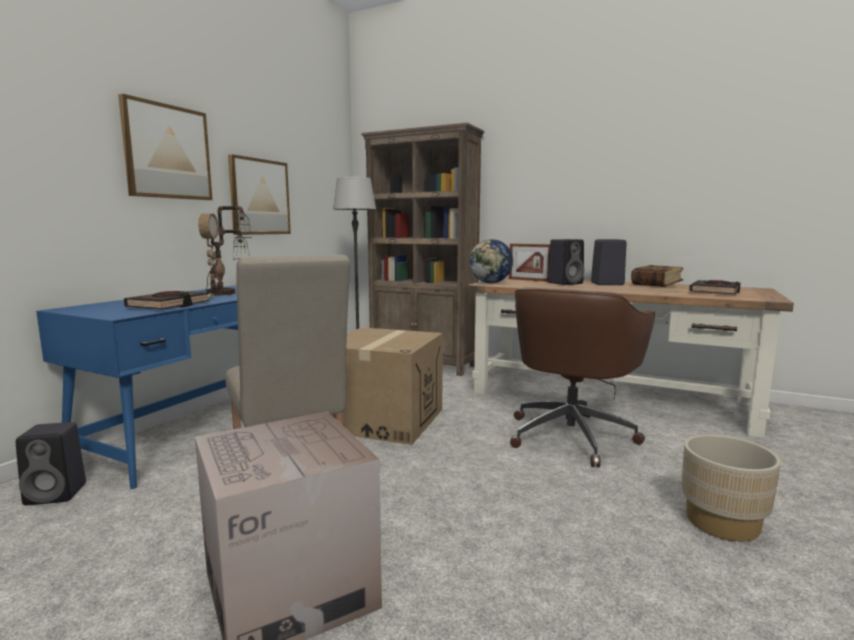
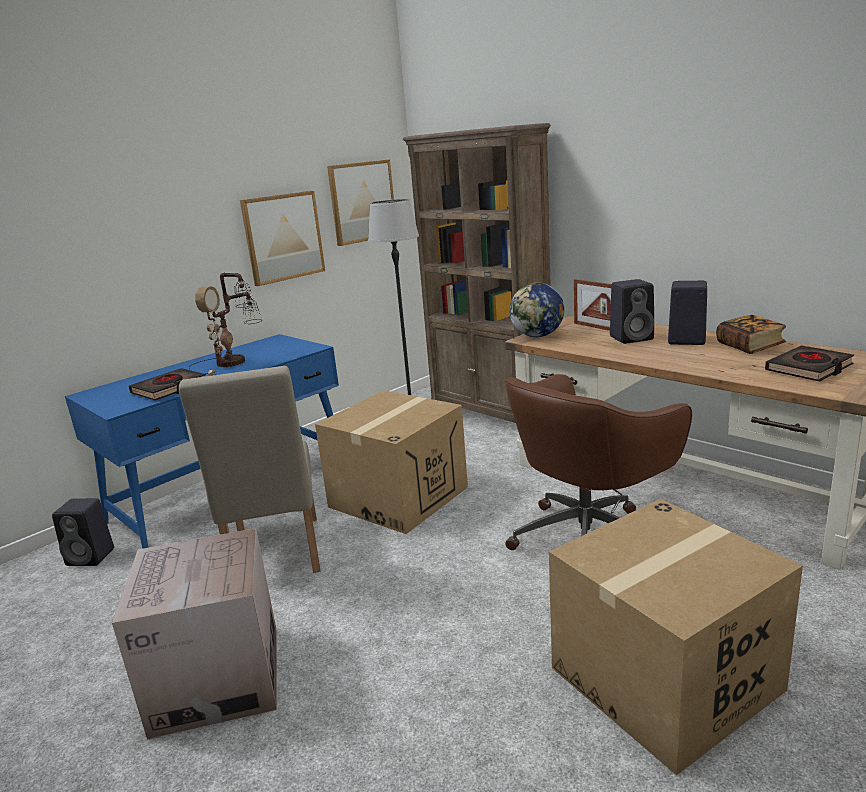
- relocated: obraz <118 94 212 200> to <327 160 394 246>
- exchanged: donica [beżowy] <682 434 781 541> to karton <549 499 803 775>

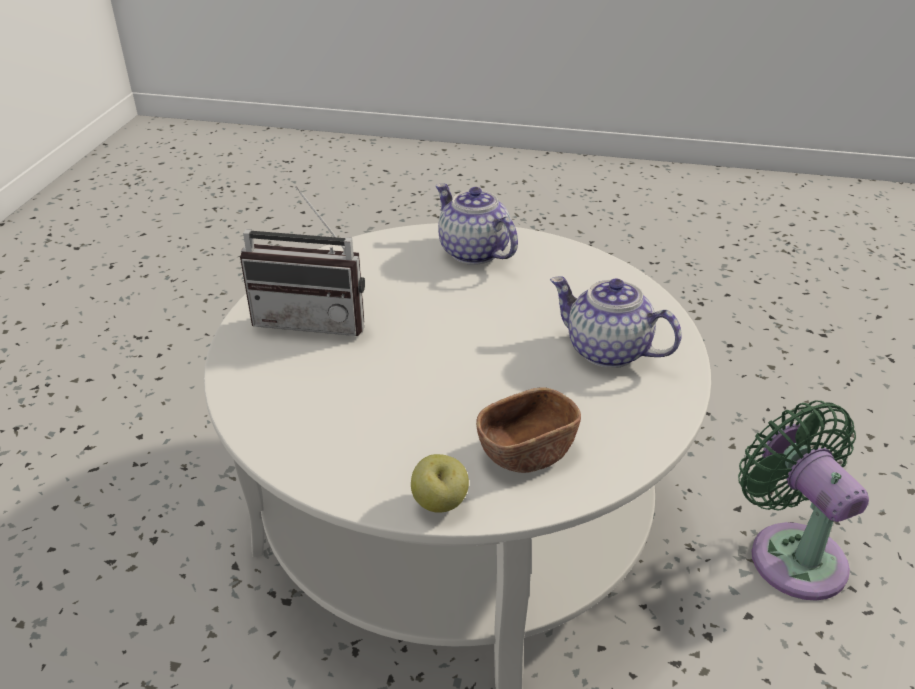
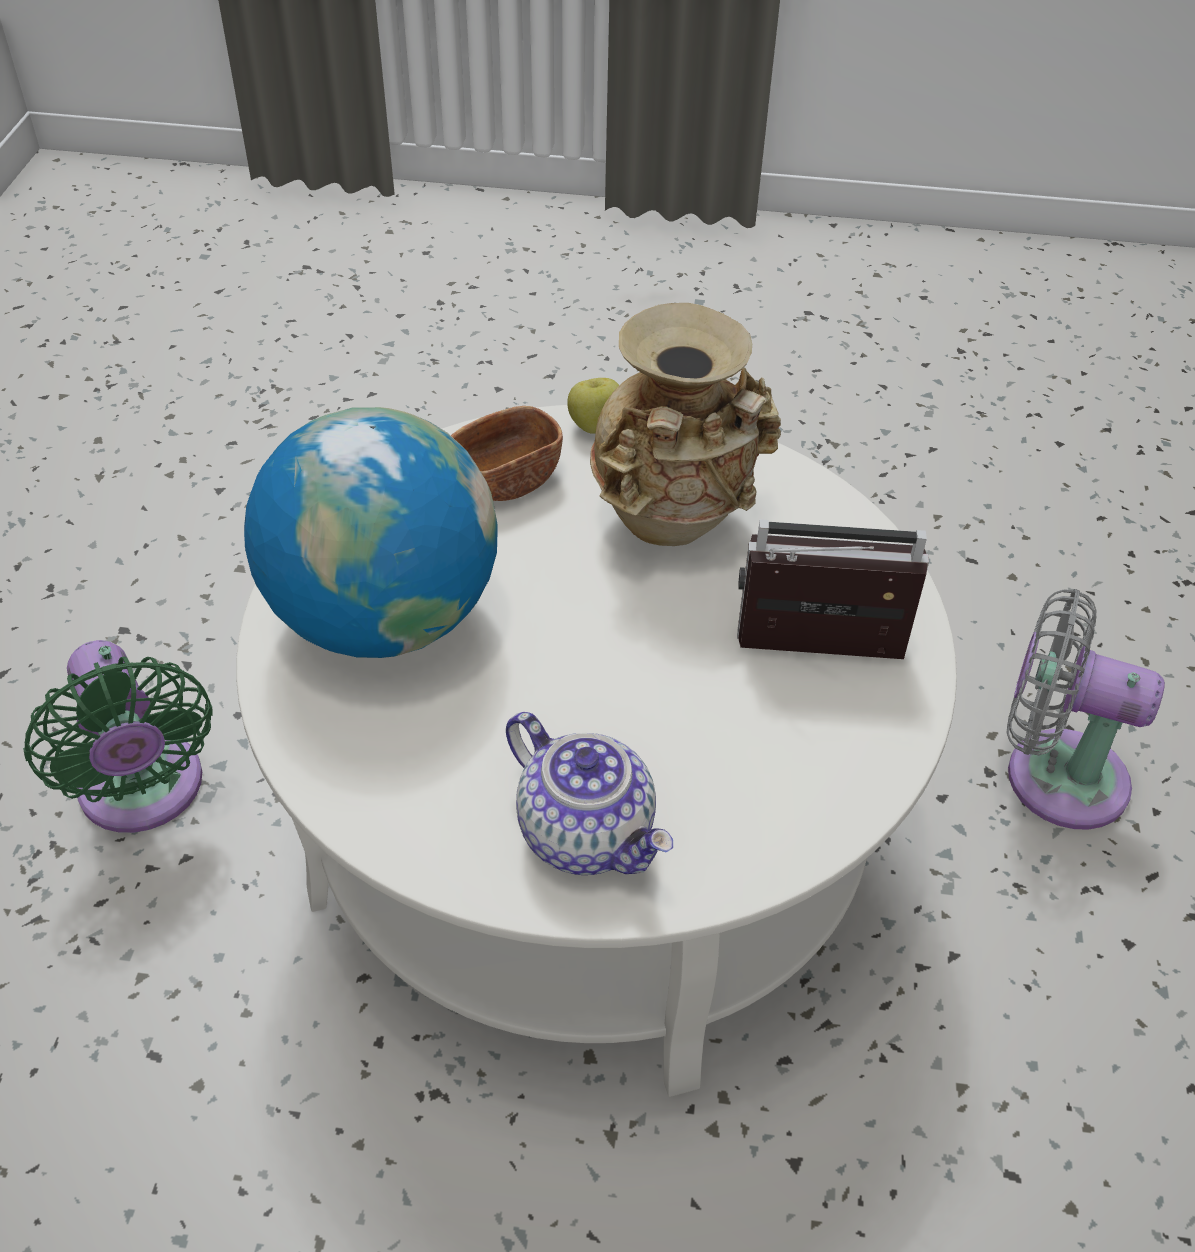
- exchanged: imbryk <550 276 682 368> to globus <244 407 498 658>
- appeared: wazon [beżowy] <590 303 781 546>
- appeared: wentylator [szary] <1007 589 1165 830>

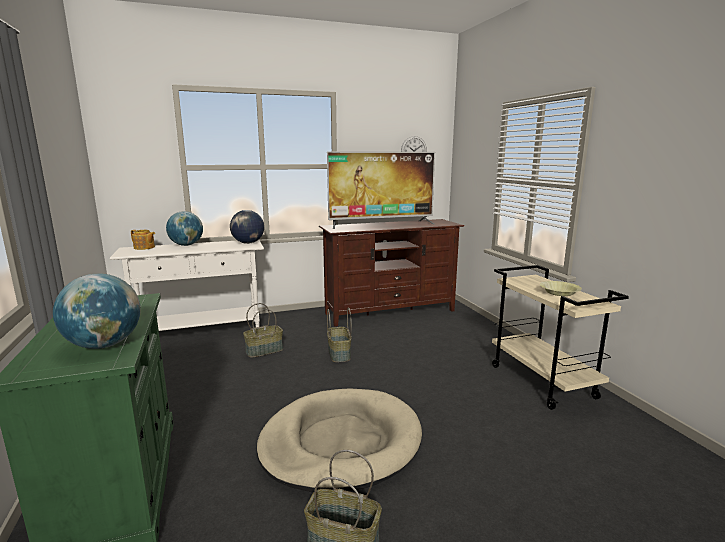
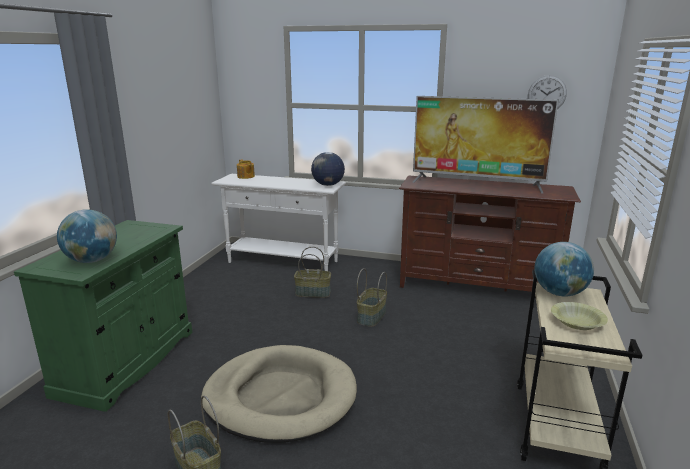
- relocated: globus <166 211 203 246> to <534 242 594 297>

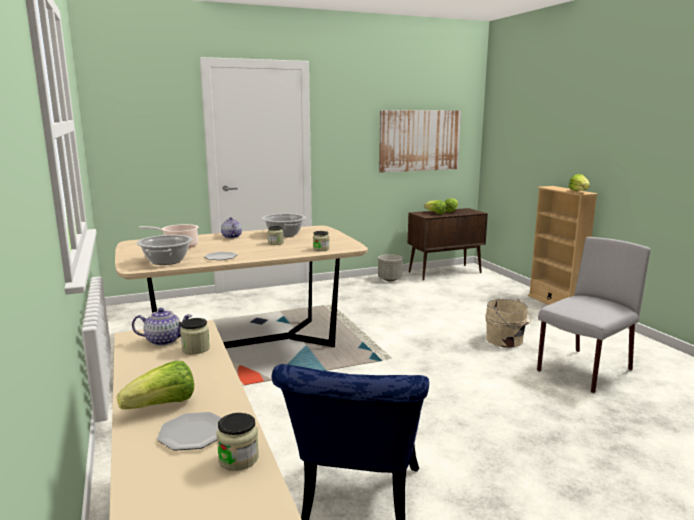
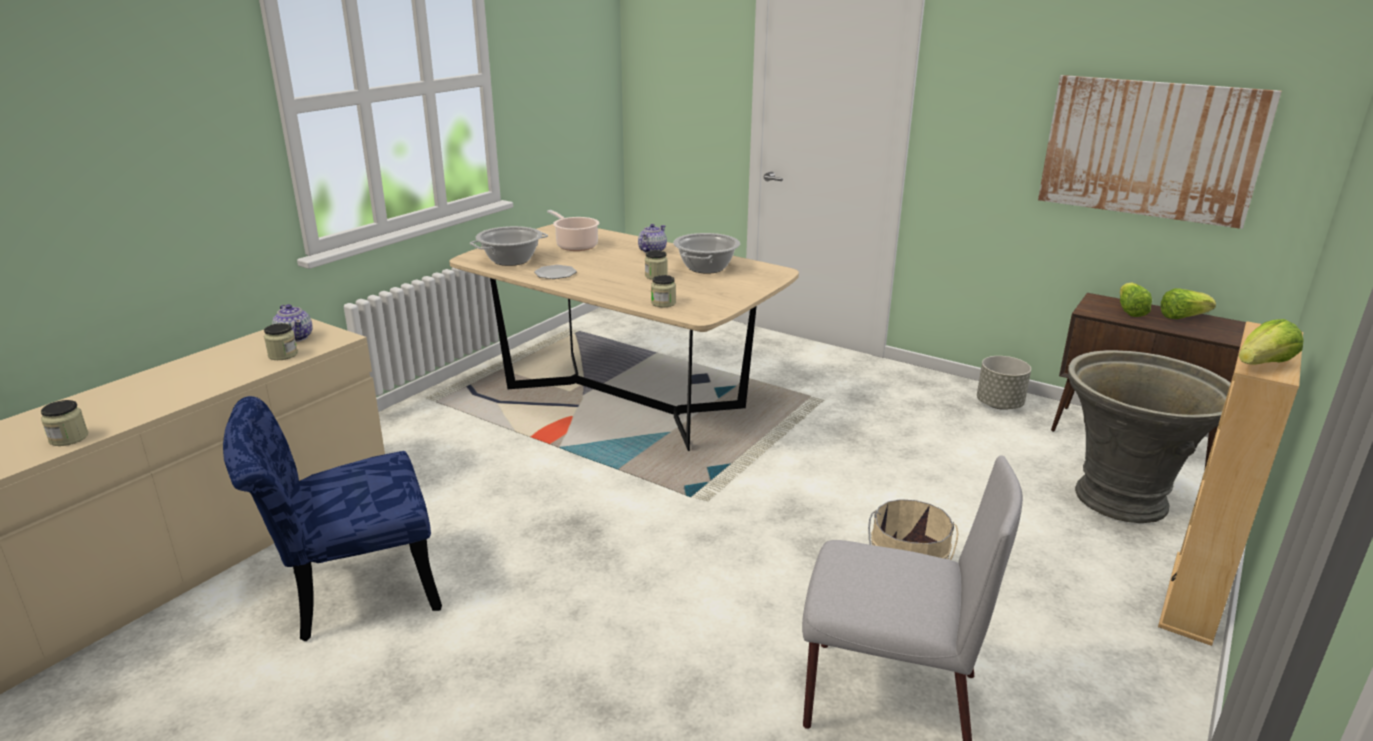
- missing: sałata <117 361 194 409>
- missing: talerz <157 412 221 451>
- appeared: donica [szary] <1068 350 1231 523>

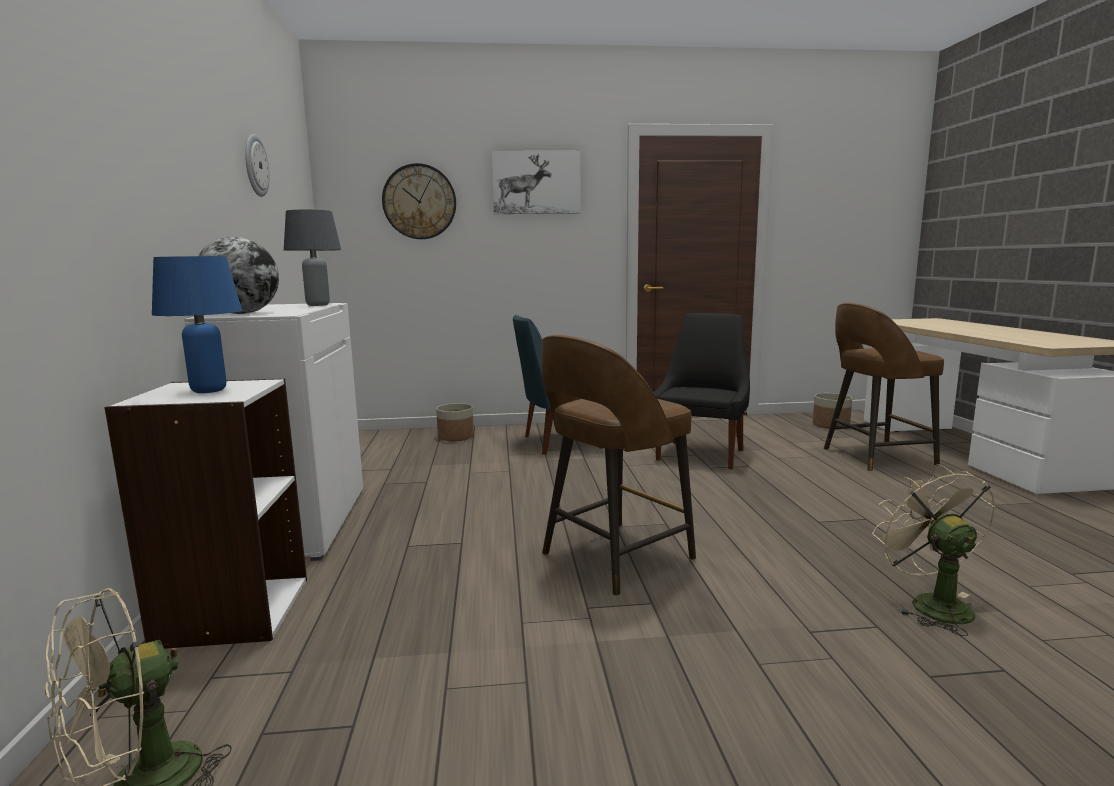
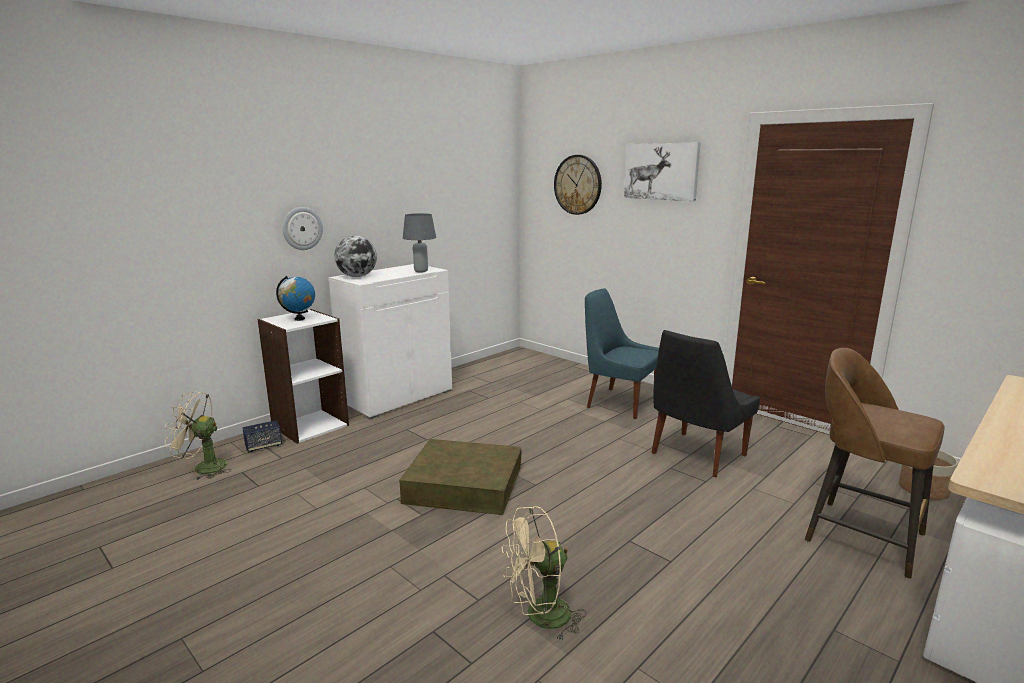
- relocated: zegar ścienny <245 134 270 197> to <282 207 323 250>
- exchanged: lampa stołowa [niebieski] <152 256 242 393> to globus <276 276 315 321>
- spun: krzesło [czarny] <653 313 750 470> = <651 330 761 477> 150 degrees clockwise
- exchanged: stołek [brązowy] <541 335 696 596> to pojemnik do przechowywania [brązowy] <399 439 522 515>
- missing: donica <436 403 474 441>
- spun: wentylator [beżowy] <872 464 996 636> = <502 506 586 642> 150 degrees counterclockwise
- appeared: głośnik <243 420 282 452>

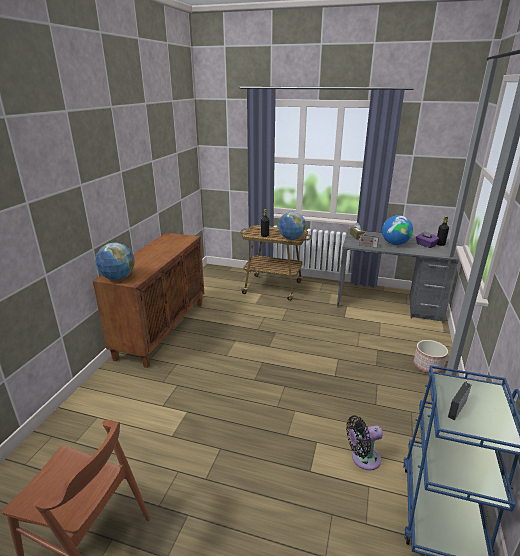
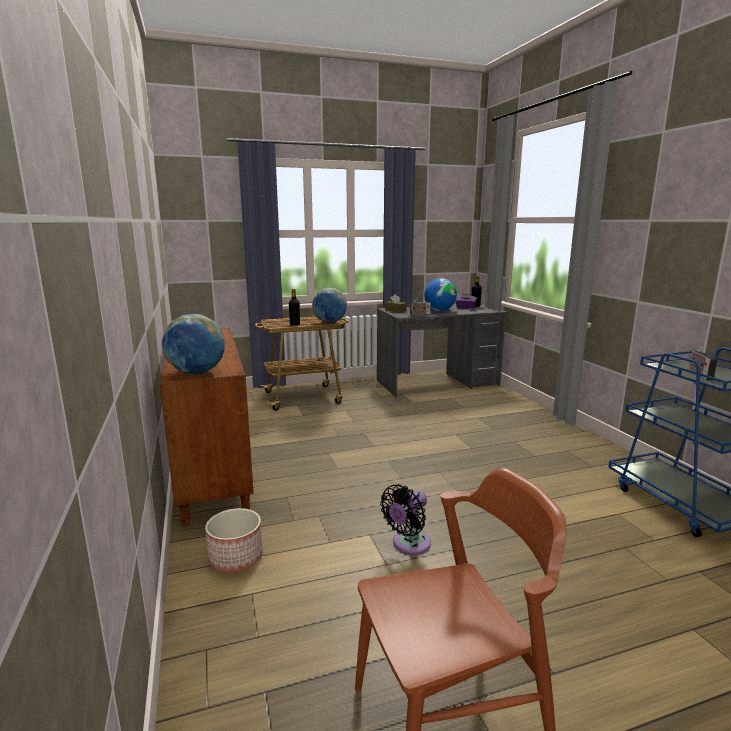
- relocated: donica <414 340 448 373> to <205 508 263 572>
- relocated: wentylator [czarny] <346 415 383 471> to <380 484 431 555>

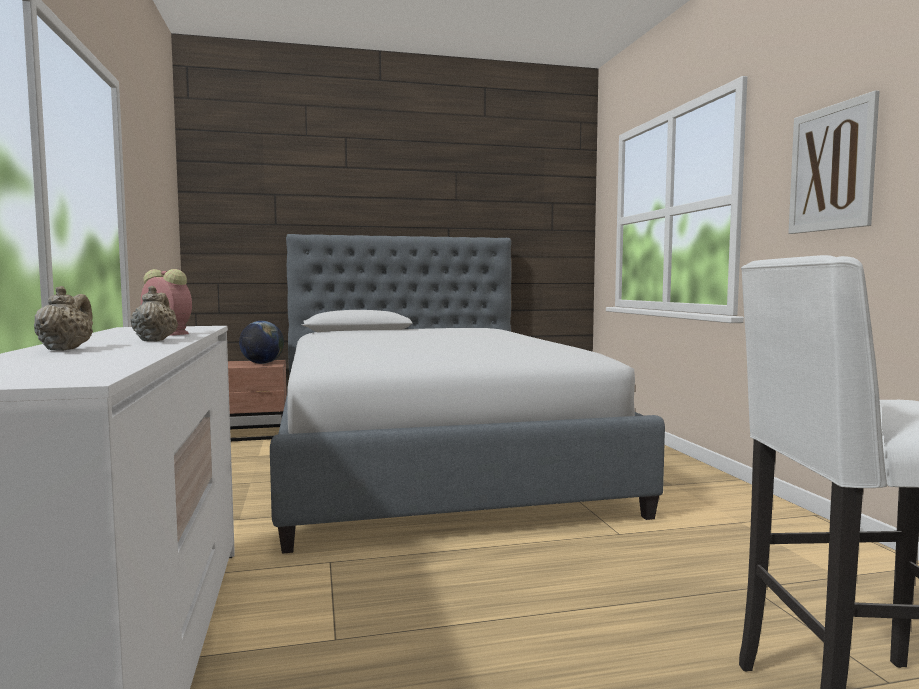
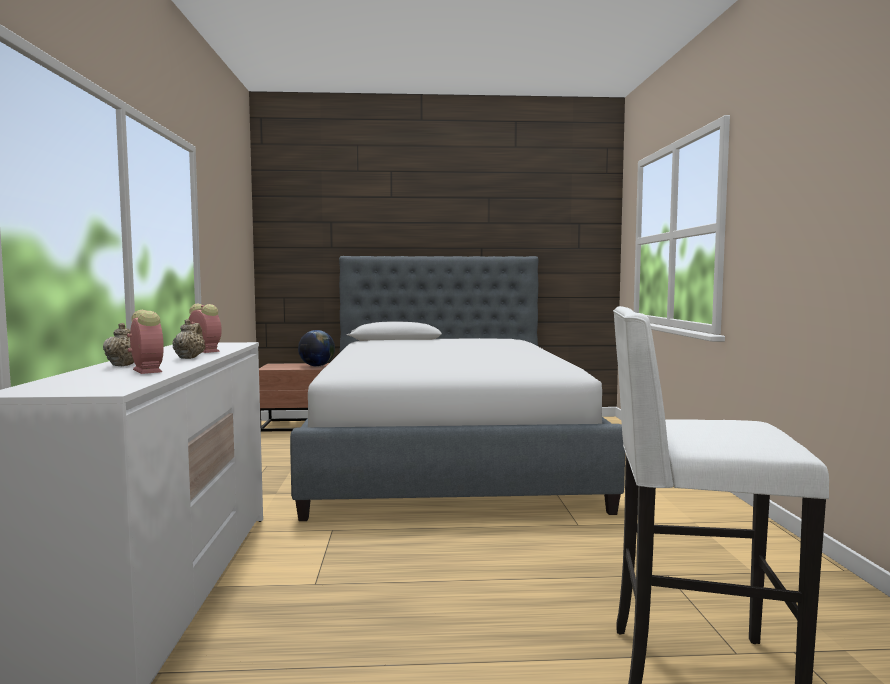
- missing: obraz <788 90 879 234>
- appeared: budzik <127 310 164 374>

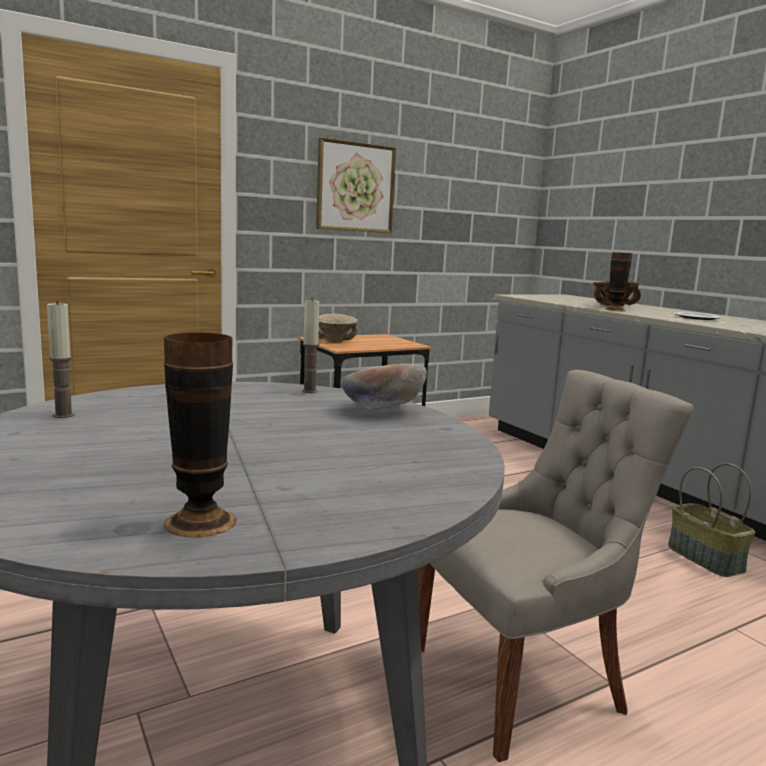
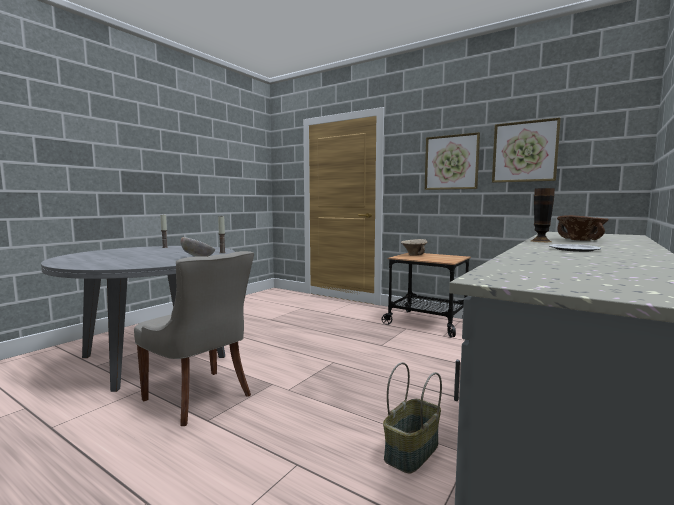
- missing: wazon <164 332 237 538>
- appeared: obraz <492 118 561 183>

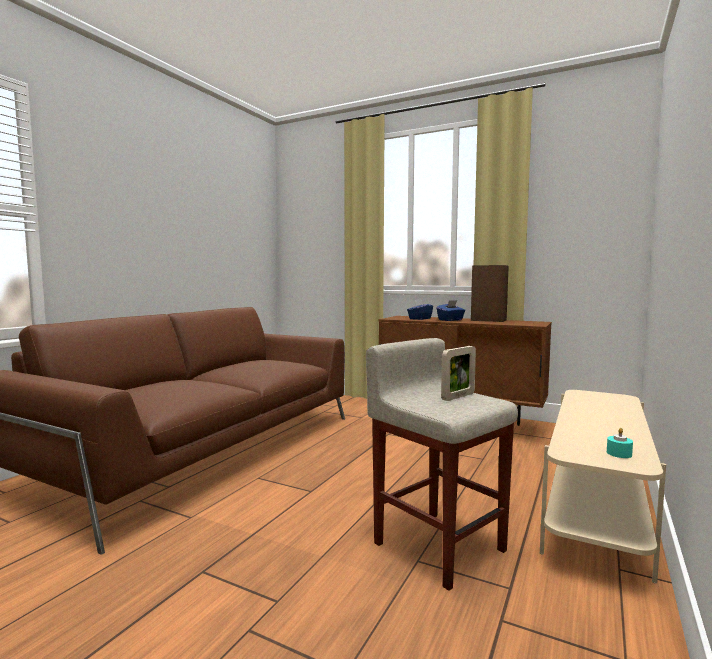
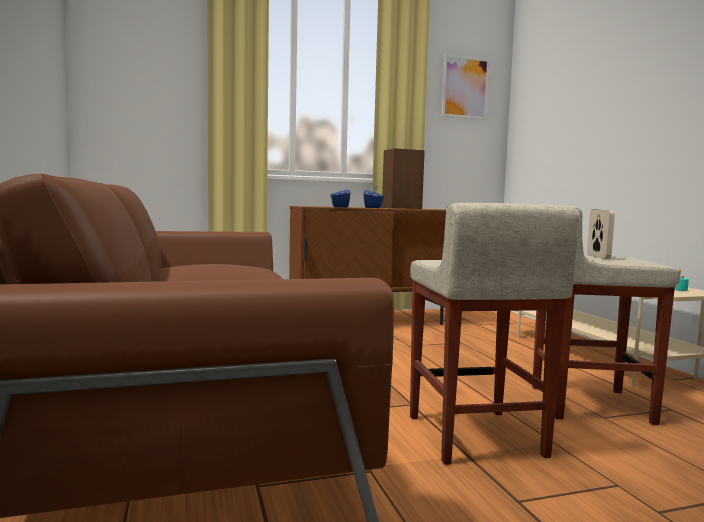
- appeared: obraz <442 54 490 120>
- appeared: stołek [beżowy] <410 203 580 465>

